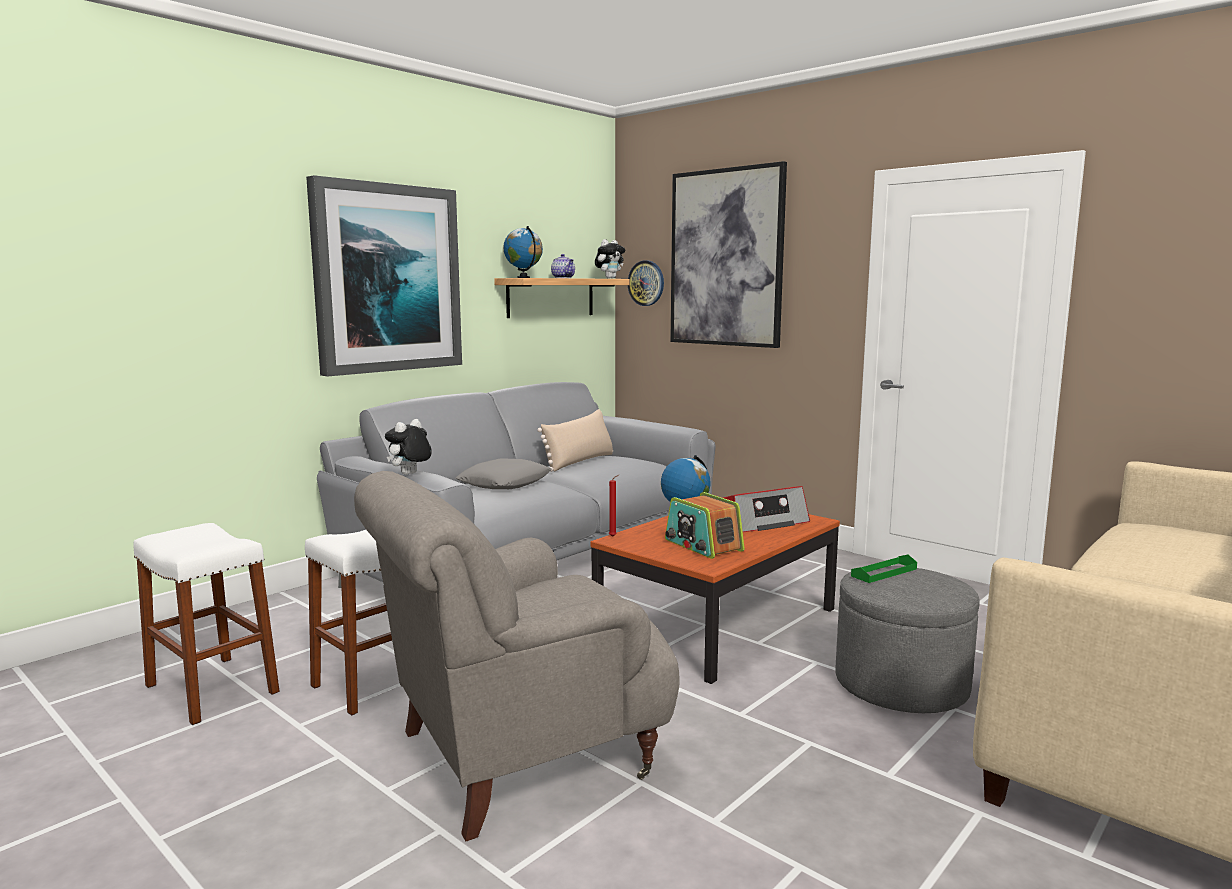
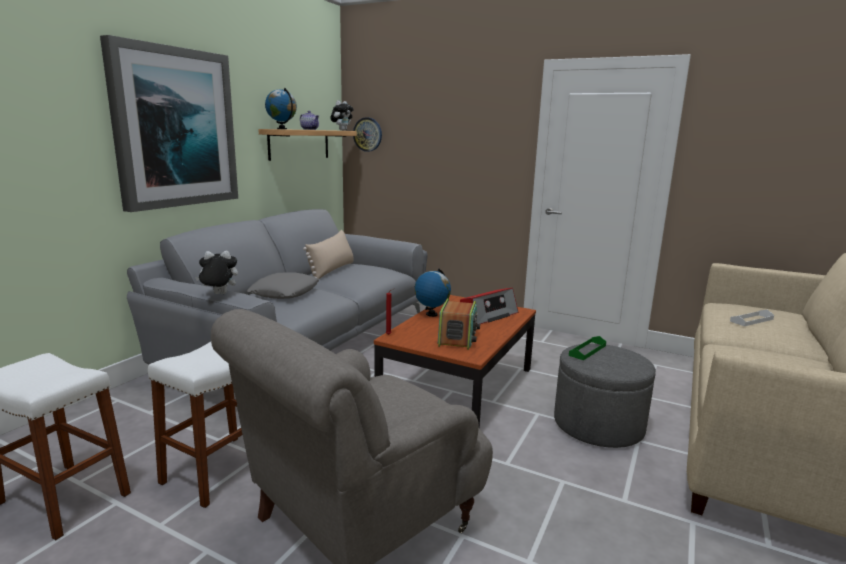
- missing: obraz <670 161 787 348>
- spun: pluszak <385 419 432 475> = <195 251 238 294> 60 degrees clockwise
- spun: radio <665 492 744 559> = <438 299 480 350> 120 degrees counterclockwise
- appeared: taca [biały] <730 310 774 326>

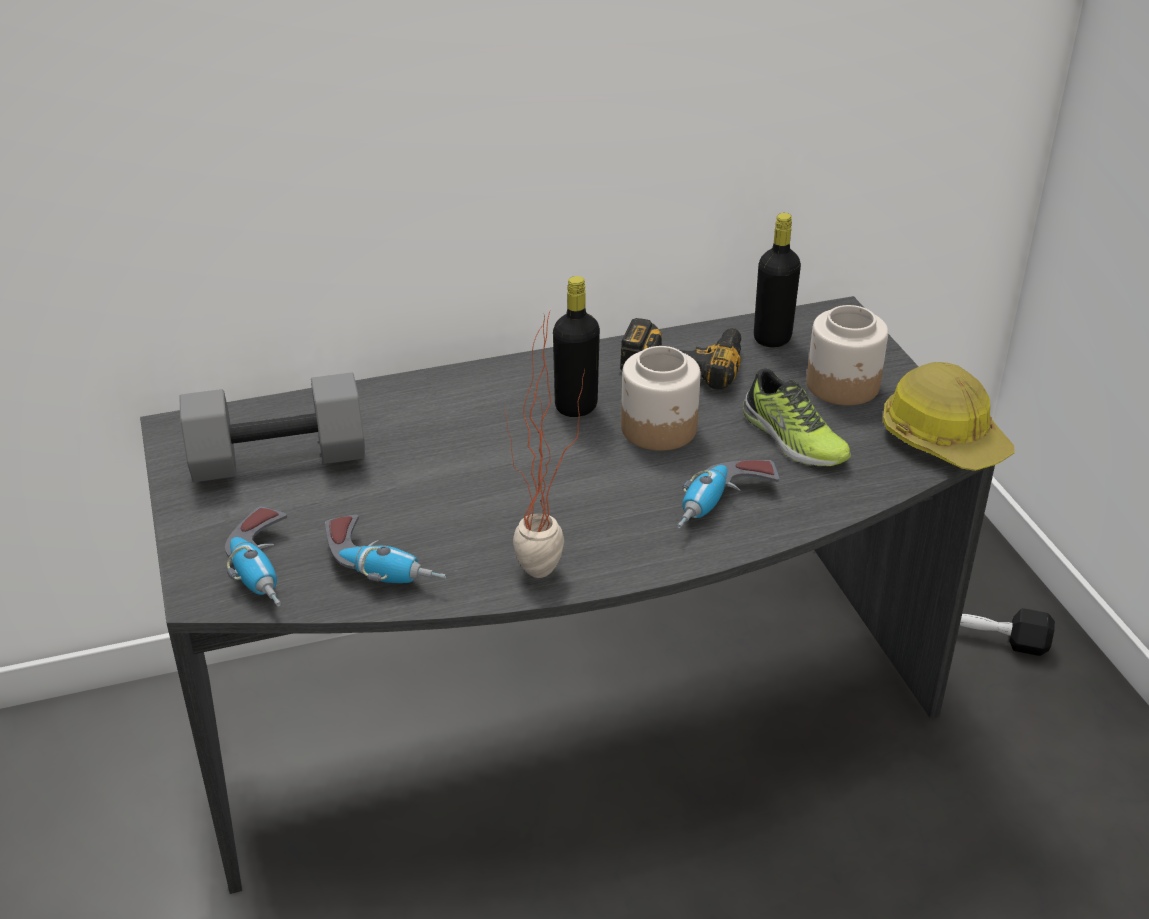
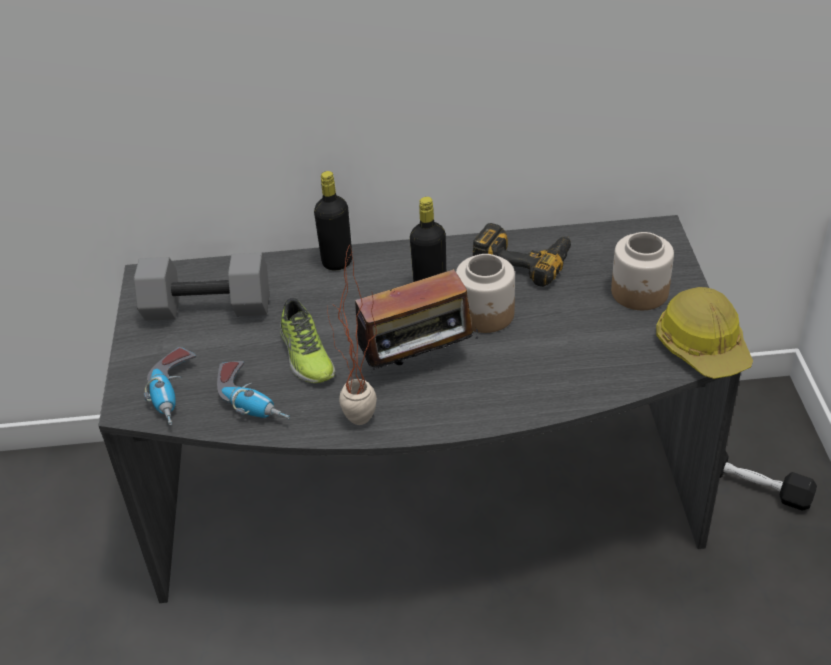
- relocated: butelka [czarny] <754 213 801 348> to <314 171 352 271>
- relocated: but <743 368 851 466> to <280 298 335 383>
- missing: wiertarka <677 460 779 529>
- appeared: radio <344 269 479 369>

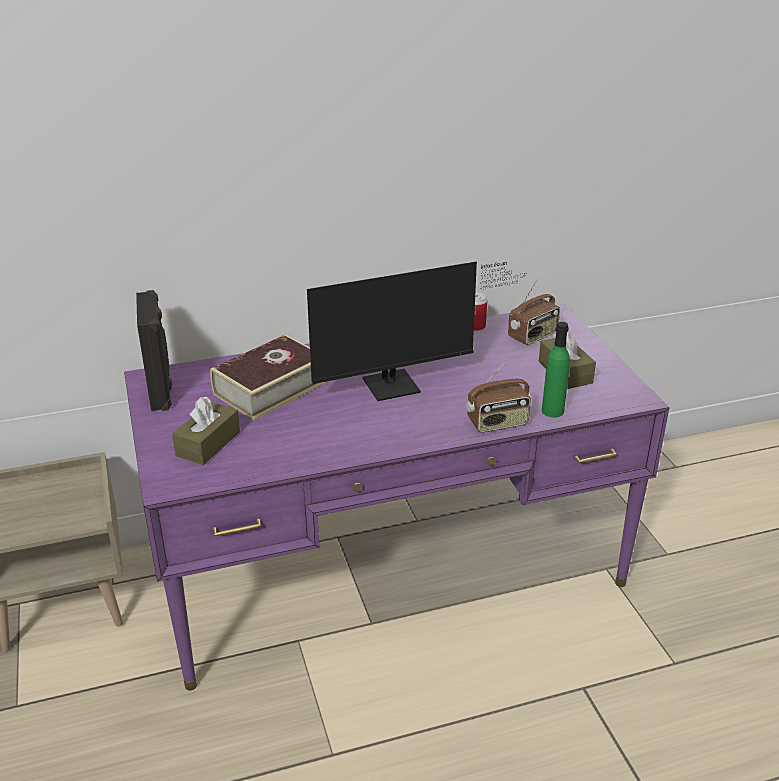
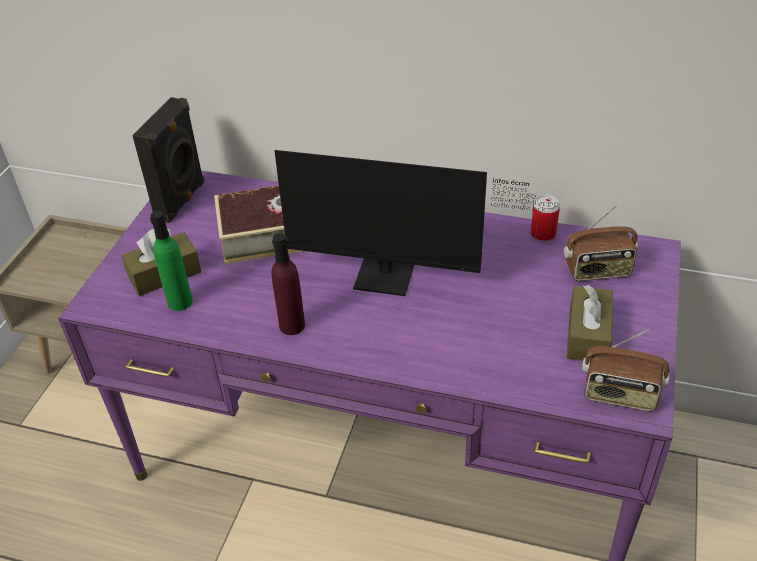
- relocated: butelka [zielony] <542 322 570 418> to <150 211 193 311>
- relocated: radio <466 359 531 433> to <582 329 670 411>
- appeared: butelka [fioletowy] <272 233 305 335>

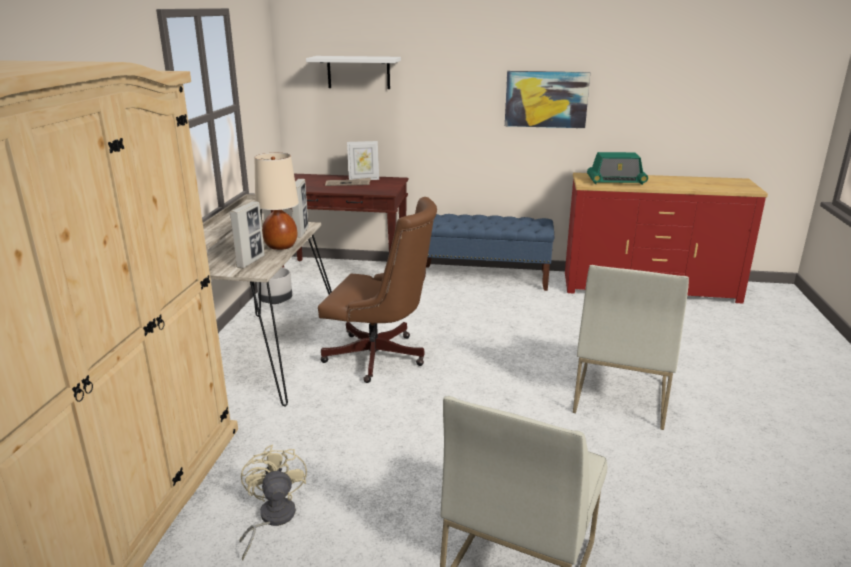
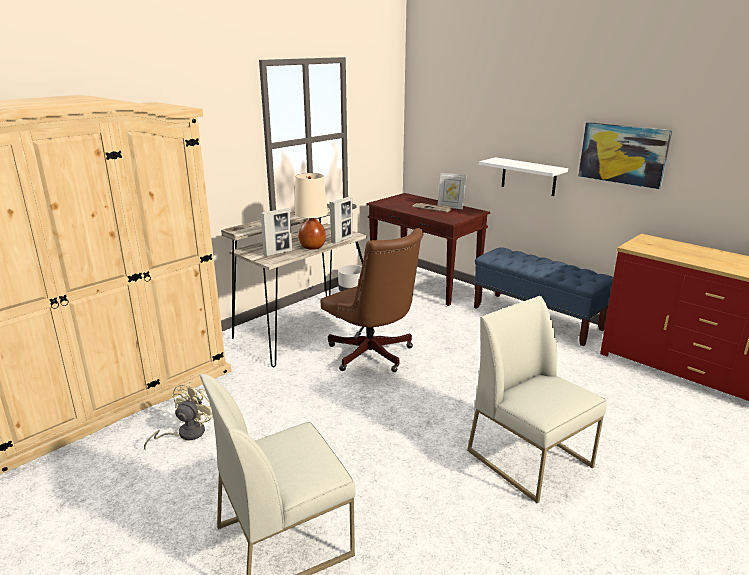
- relocated: półka [biały] <306 56 401 89> to <479 157 568 196>
- missing: radio <587 152 648 185>
- spun: krzesło [biały] <573 265 689 430> = <467 296 607 503> 90 degrees clockwise

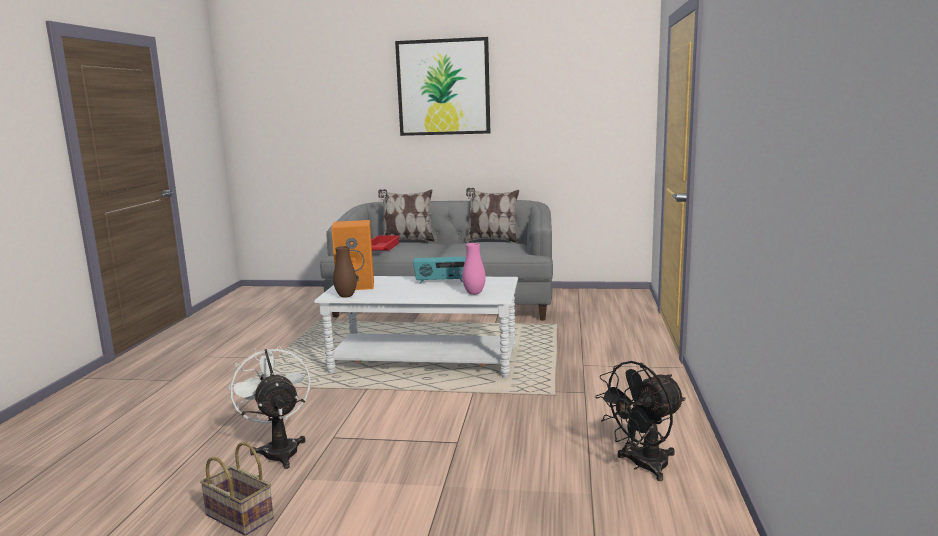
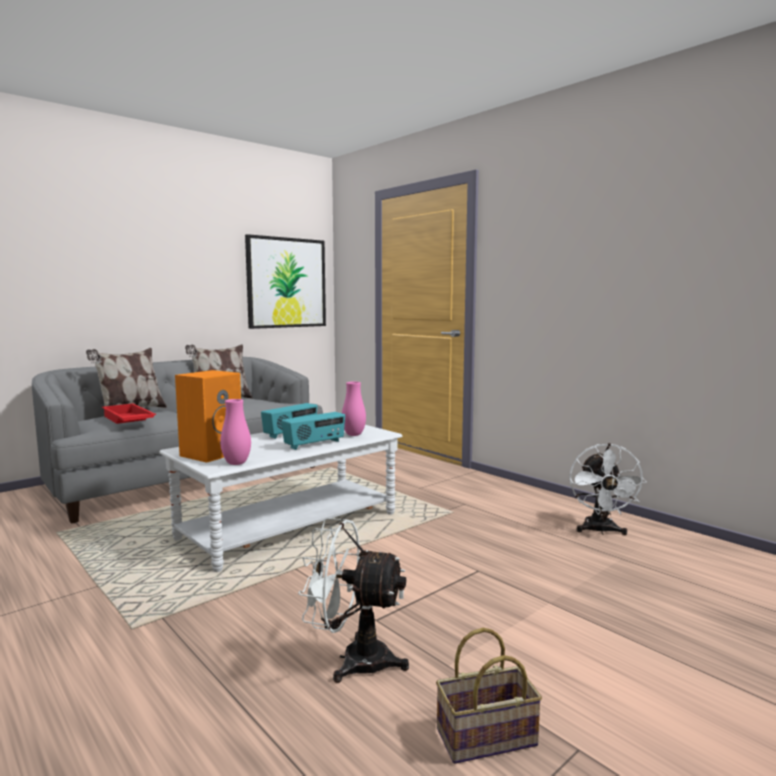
- relocated: obraz <395 37 490 136> to <245 234 326 329>
- colour: wazon [brązowy] <333 246 357 298> to wazon [różowy] <220 399 251 465>
- colour: wentylator [czarny] <595 361 686 481> to wentylator [biały] <569 443 647 535>
- appeared: radio <281 412 345 450>

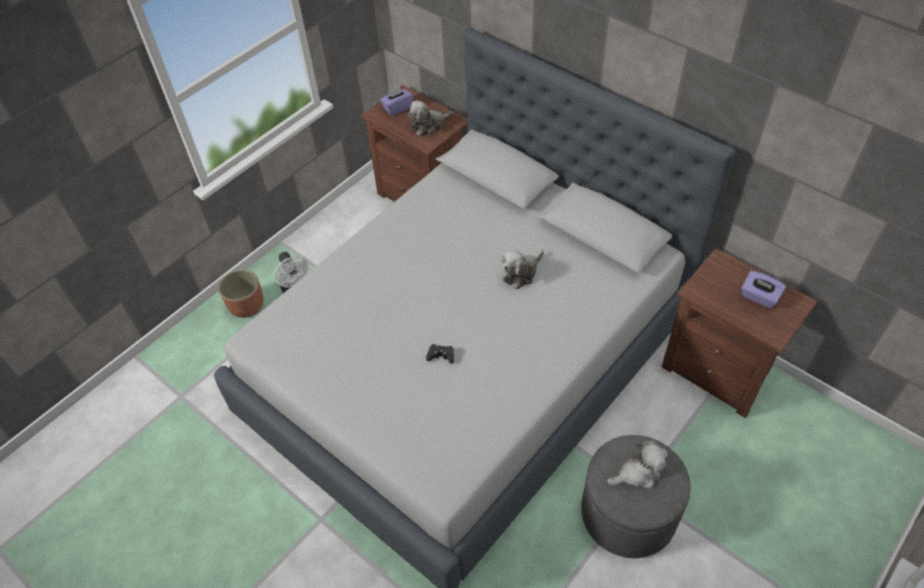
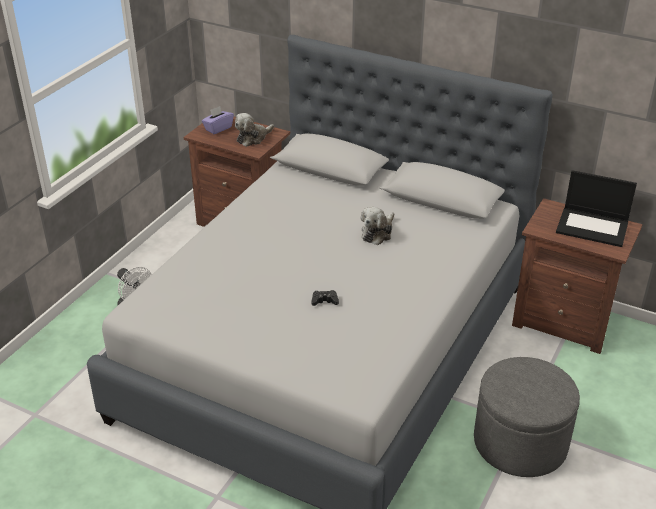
- missing: donica <218 270 264 318>
- exchanged: pudełko chusteczek [fioletowy] <741 271 786 308> to laptop <556 170 637 247>
- missing: pluszak <607 440 668 489>

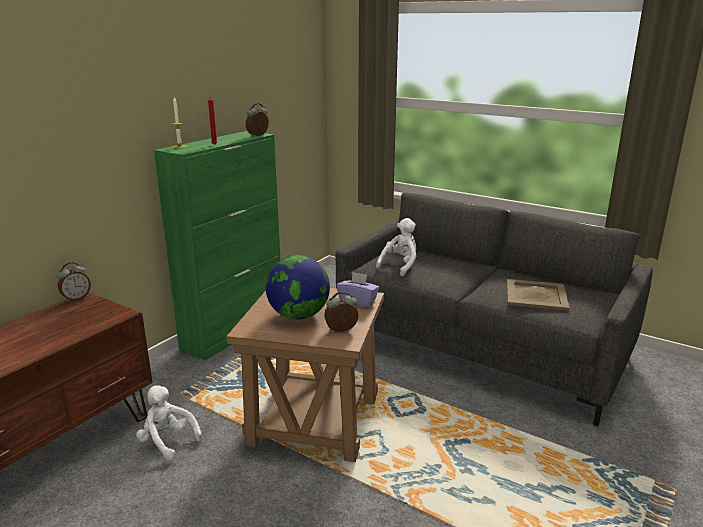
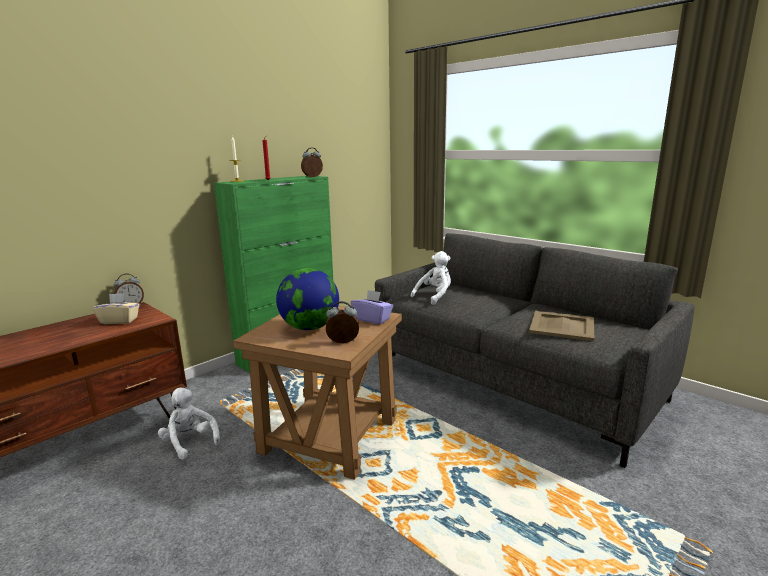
- appeared: pudełko chusteczek [beżowy] <93 294 139 324>

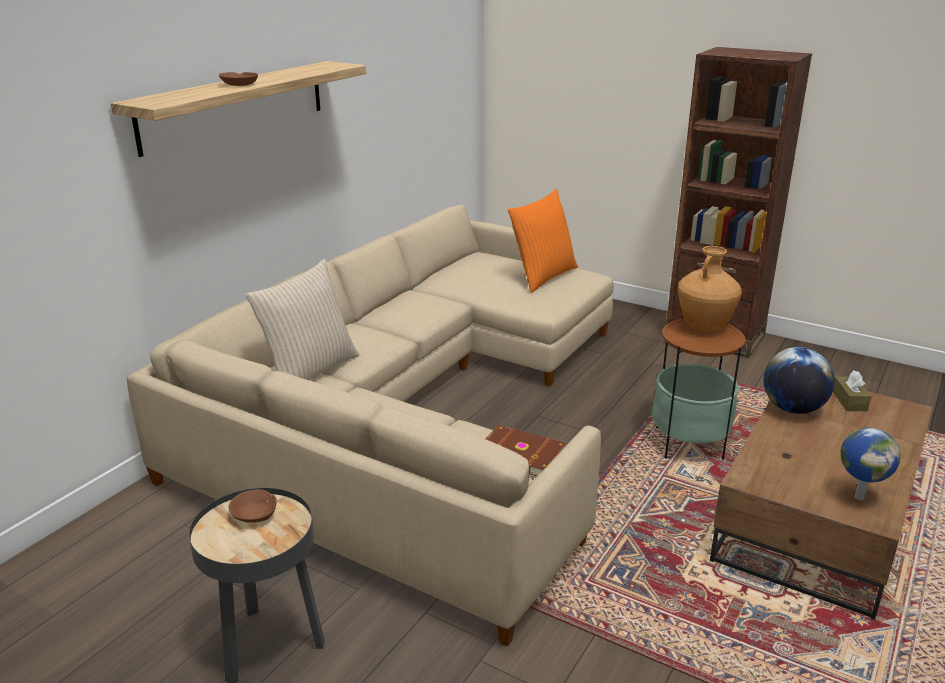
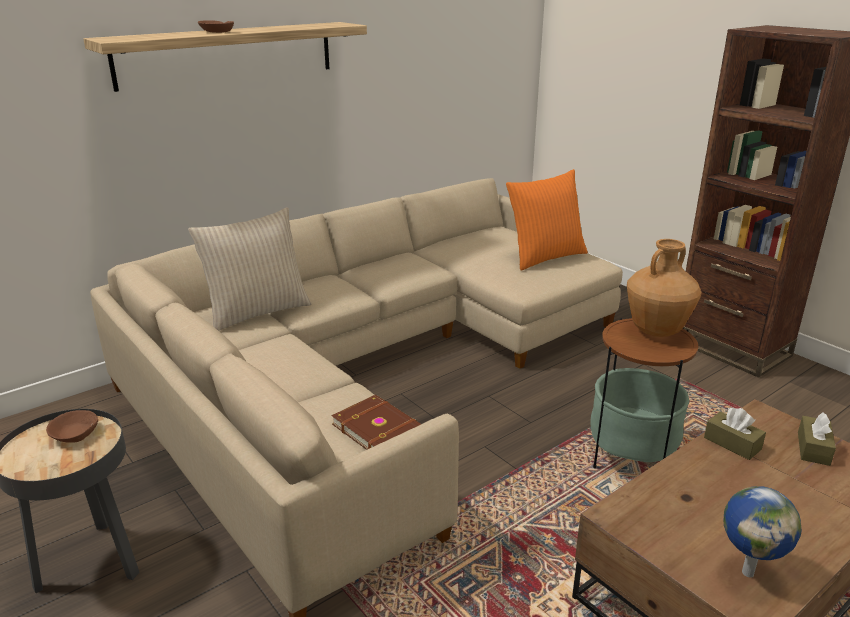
- exchanged: globus <763 347 835 414> to pudełko chusteczek [brązowy] <704 408 766 460>

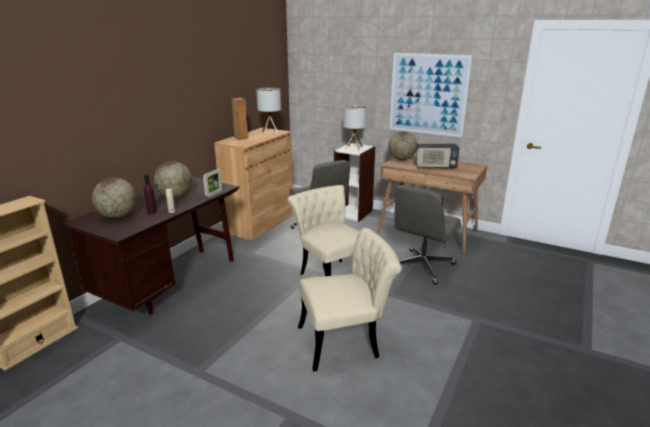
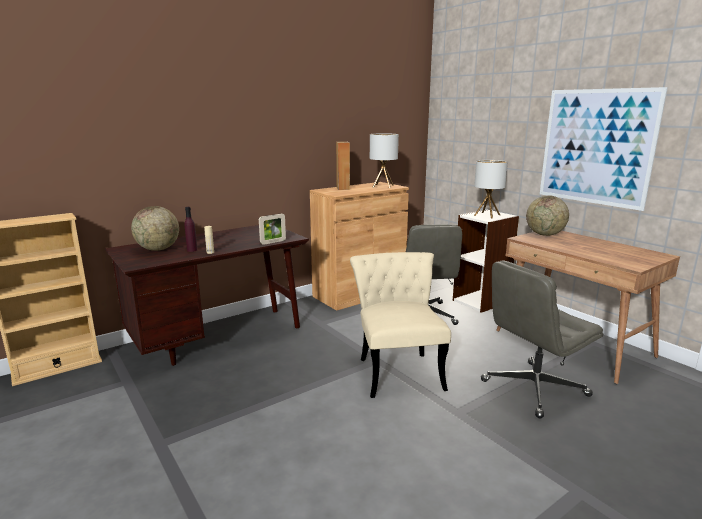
- missing: radio <415 143 460 169>
- missing: globus <154 161 192 198>
- missing: krzesło [beżowy] <298 228 401 372>

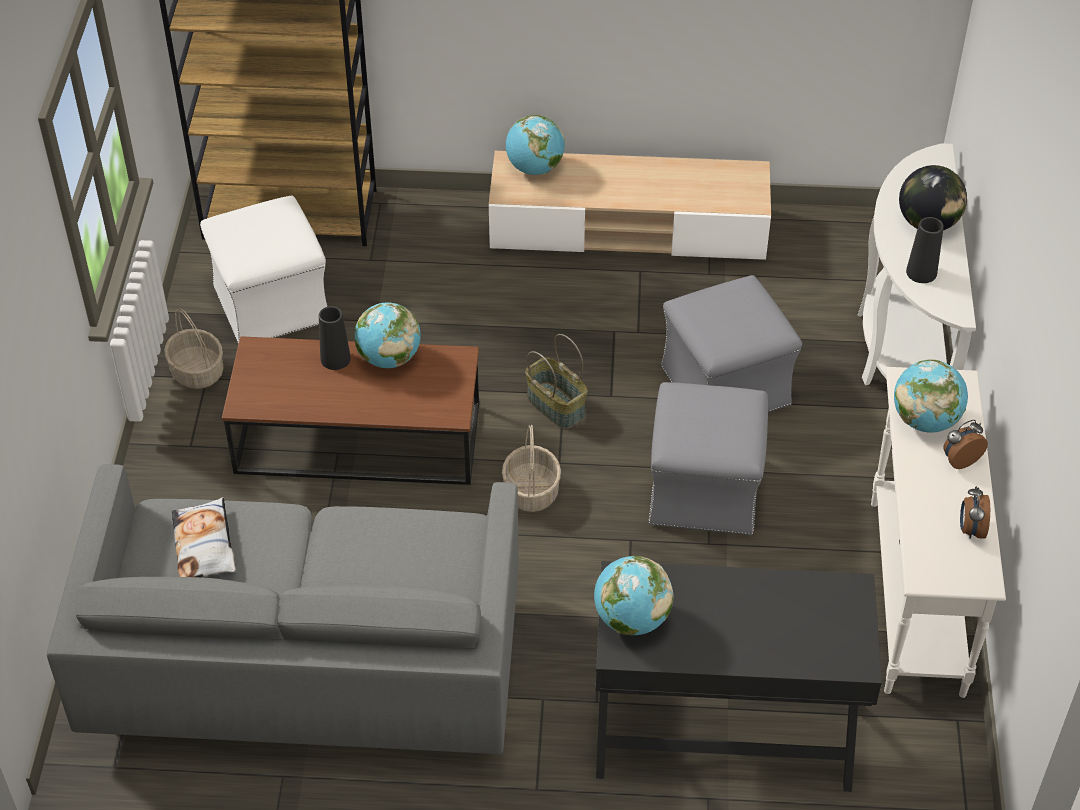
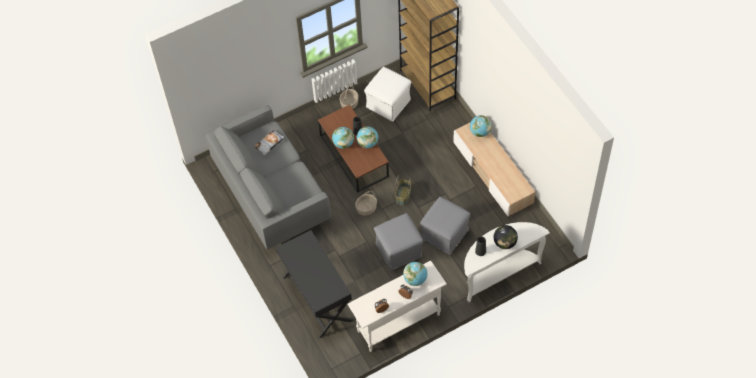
- relocated: globus <594 556 674 635> to <332 127 354 149>

